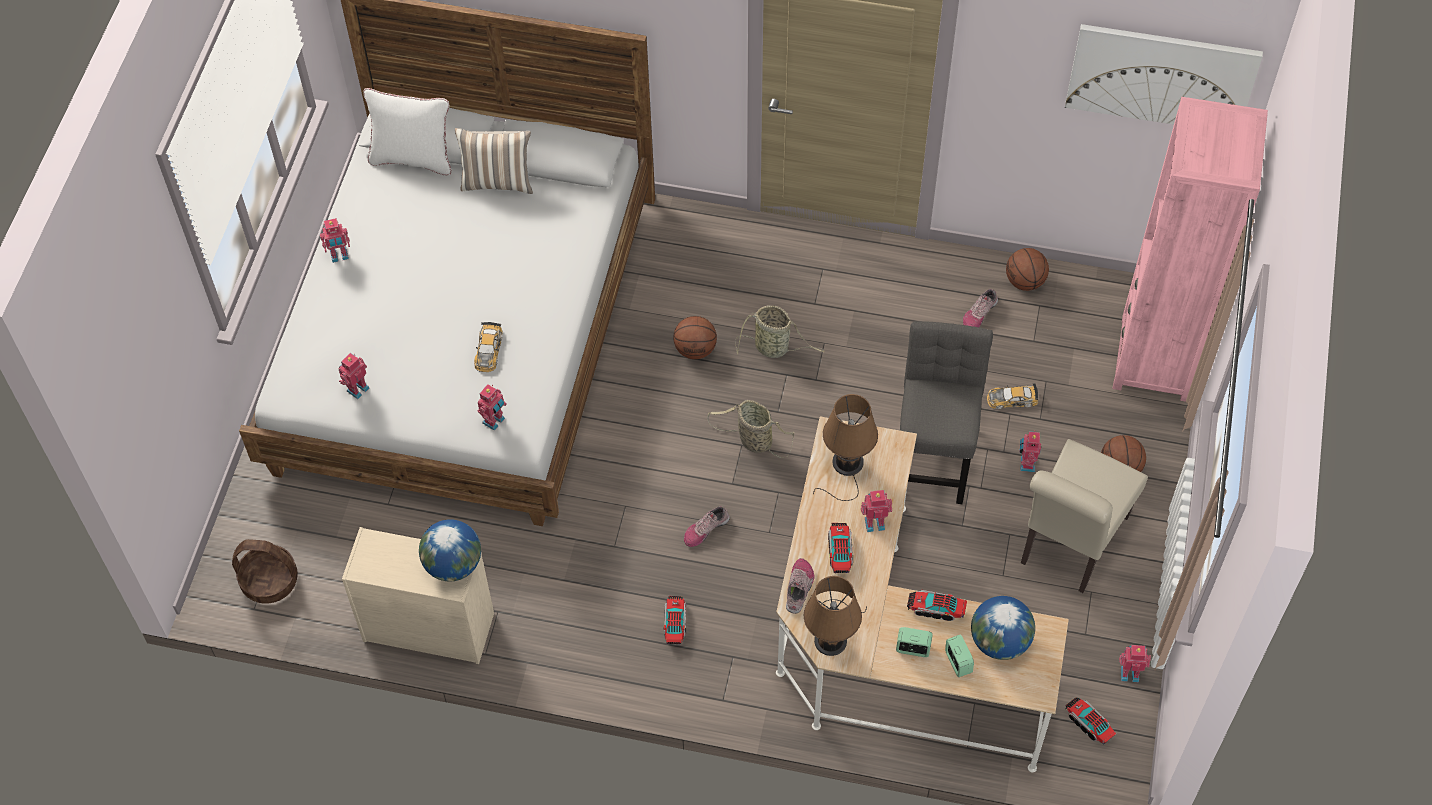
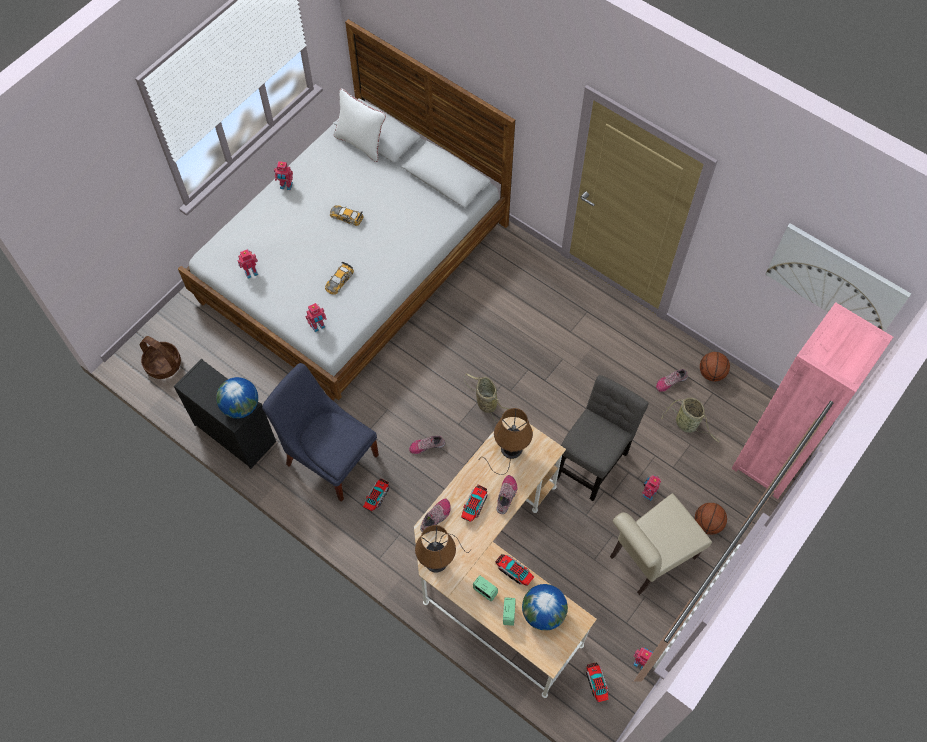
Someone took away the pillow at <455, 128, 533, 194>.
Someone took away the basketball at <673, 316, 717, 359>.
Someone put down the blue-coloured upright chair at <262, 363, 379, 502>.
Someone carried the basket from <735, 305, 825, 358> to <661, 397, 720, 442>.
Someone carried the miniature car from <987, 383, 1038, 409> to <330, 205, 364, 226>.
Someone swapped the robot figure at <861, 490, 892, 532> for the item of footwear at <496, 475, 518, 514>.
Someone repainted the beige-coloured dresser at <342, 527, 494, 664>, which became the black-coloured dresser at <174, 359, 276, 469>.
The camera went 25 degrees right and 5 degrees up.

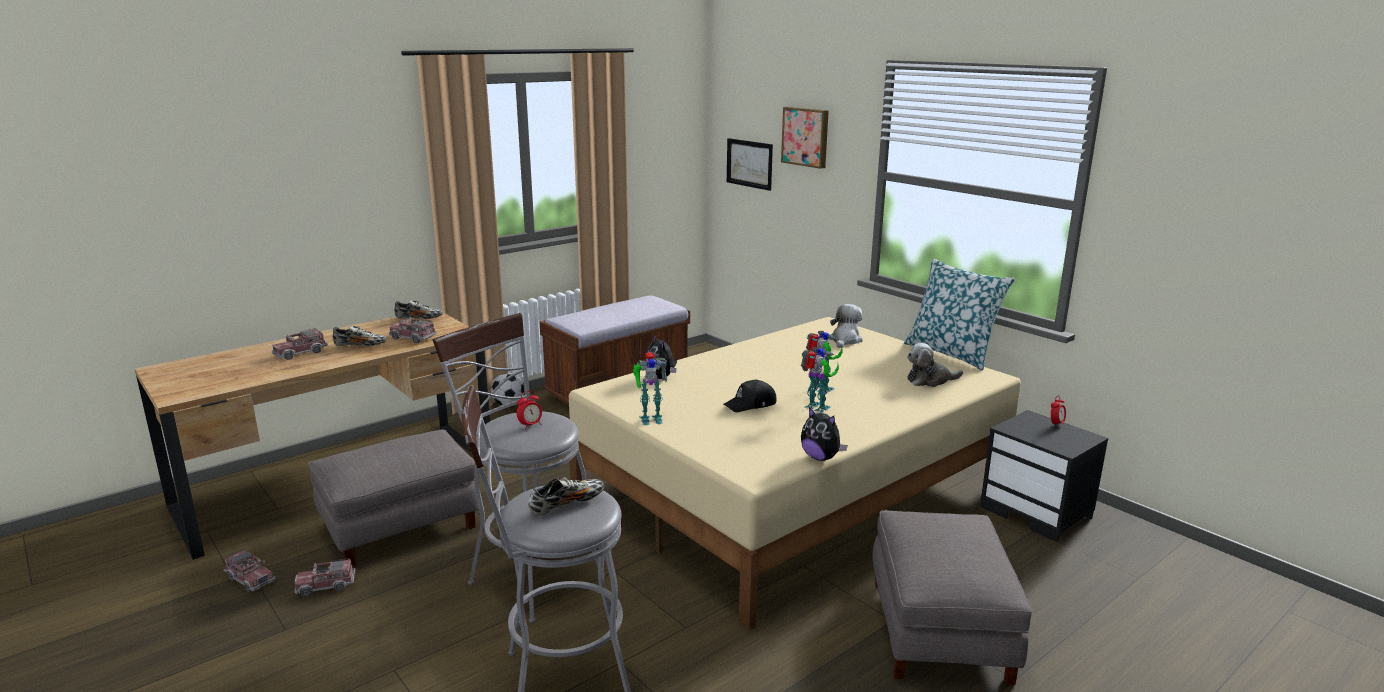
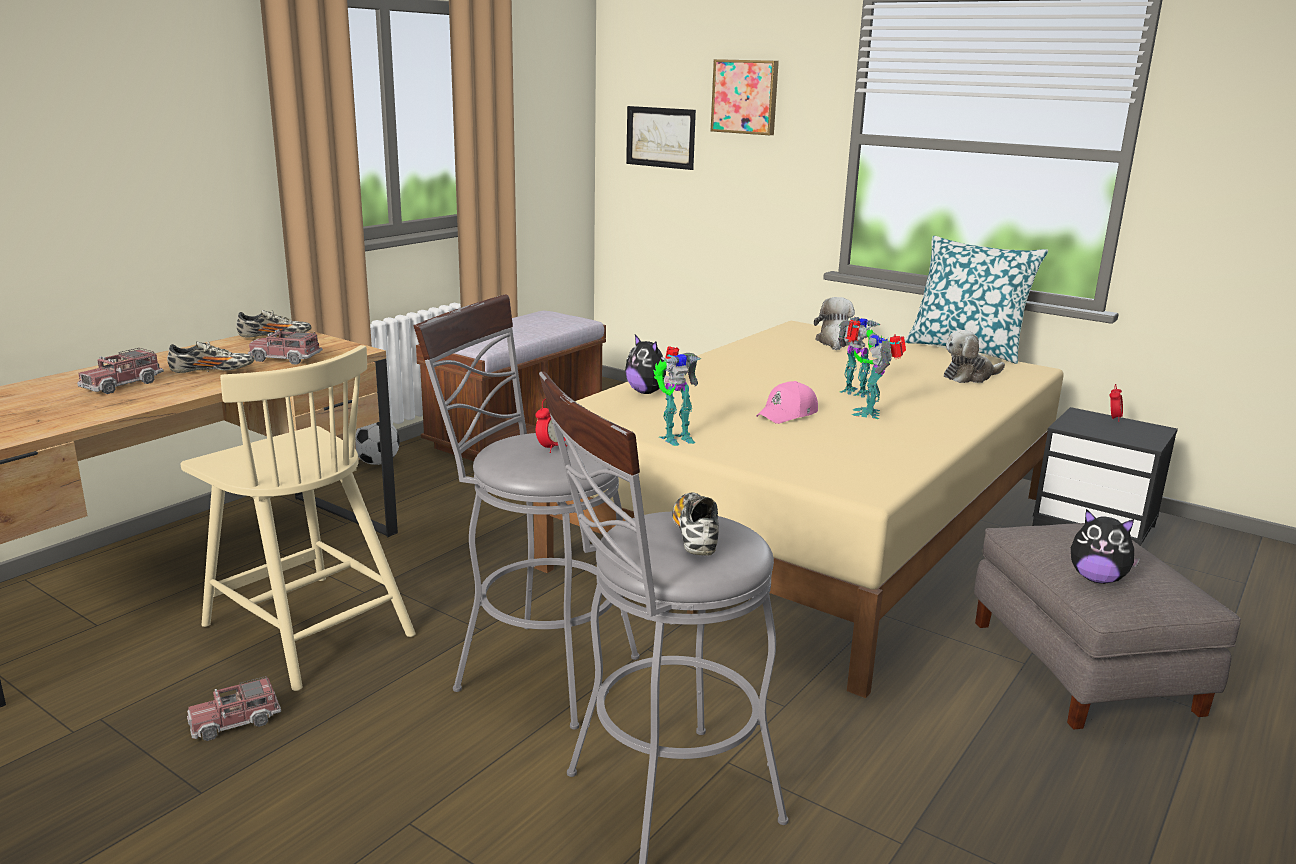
Someone took away the toy lorry at <223, 549, 276, 592>.
Someone carried the soft toy from <801, 407, 848, 461> to <1071, 509, 1141, 584>.
Someone swapped the gray ottoman at <308, 429, 479, 567> for the beige-coloured upright chair at <181, 345, 416, 691>.
Someone repainted the black-coloured baseball cap at <724, 380, 777, 412>, which became the pink-coloured baseball cap at <756, 381, 818, 424>.
Someone rotated the item of footwear at <528, 477, 604, 515> by 45 degrees counterclockwise.
Someone rotated the robot figure at <801, 347, 839, 413> by 105 degrees counterclockwise.
The camera went 15 degrees left and 0 degrees up.

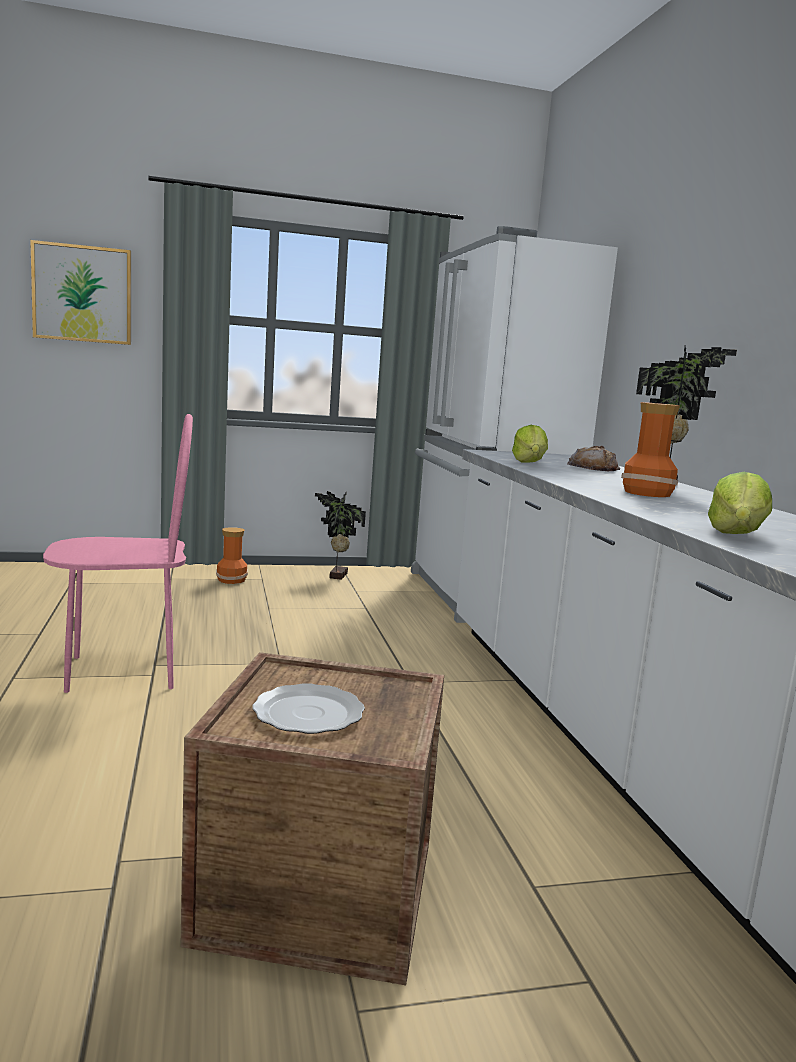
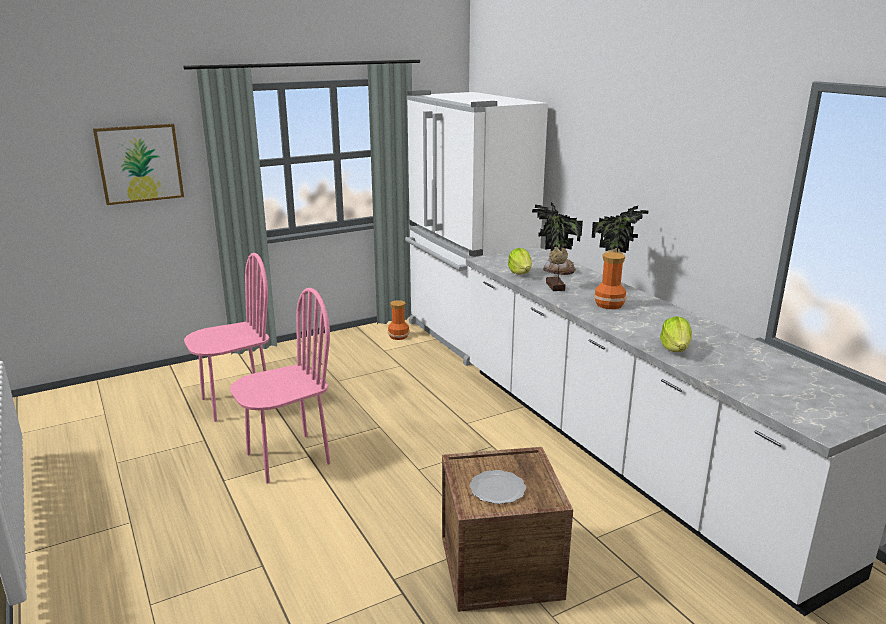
Someone put down the pink-coloured upright chair at <184, 253, 269, 422>.
Someone carried the decorative vase from <216, 527, 248, 584> to <388, 300, 410, 340>.
Someone carried the plant in a pot from <315, 491, 366, 580> to <532, 202, 583, 291>.
The camera went 15 degrees left and 10 degrees up.

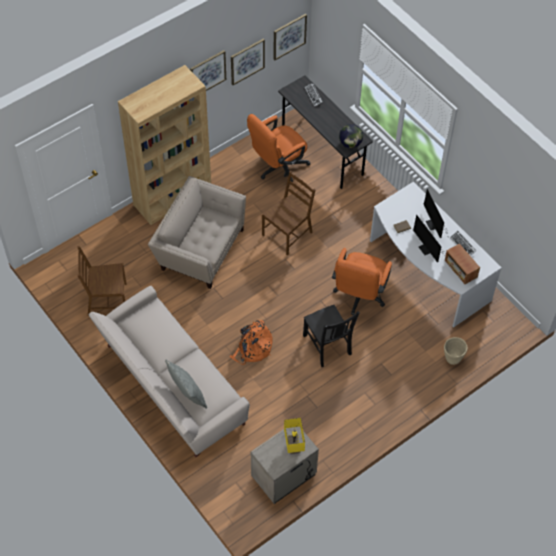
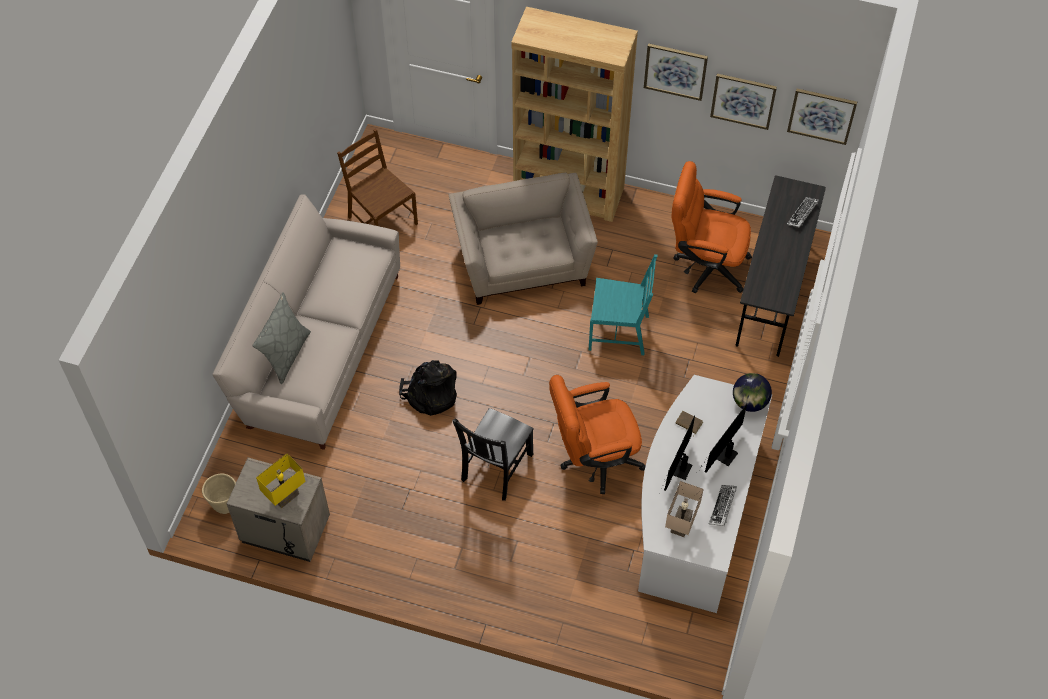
Someone carried the globe from <339, 124, 363, 148> to <733, 373, 772, 412>.
Someone carried the beige-coloured plant pot from <444, 337, 468, 365> to <202, 473, 236, 514>.
Someone swapped the radio receiver at <445, 243, 480, 284> for the beige-coloured tabletop lamp at <665, 481, 704, 537>.
Someone repainted the orange-coloured rucksack at <229, 320, 273, 365>, which became the black-coloured rucksack at <399, 360, 457, 416>.
Someone repainted the brown-coloured upright chair at <262, 171, 315, 256>, which became the turquoise-coloured upright chair at <589, 254, 658, 355>.
The camera went 55 degrees right and 0 degrees up.

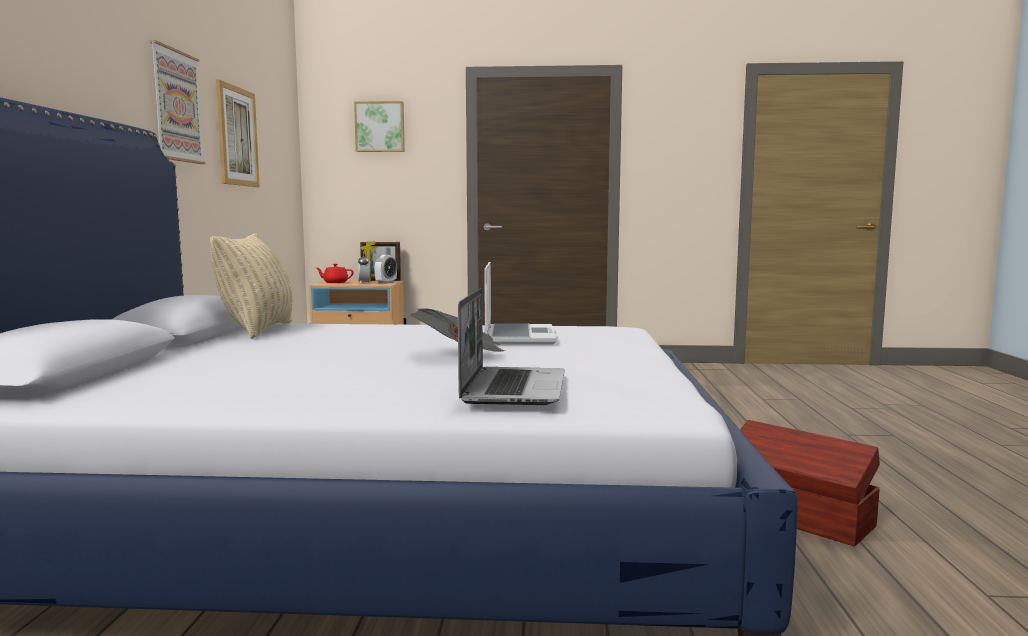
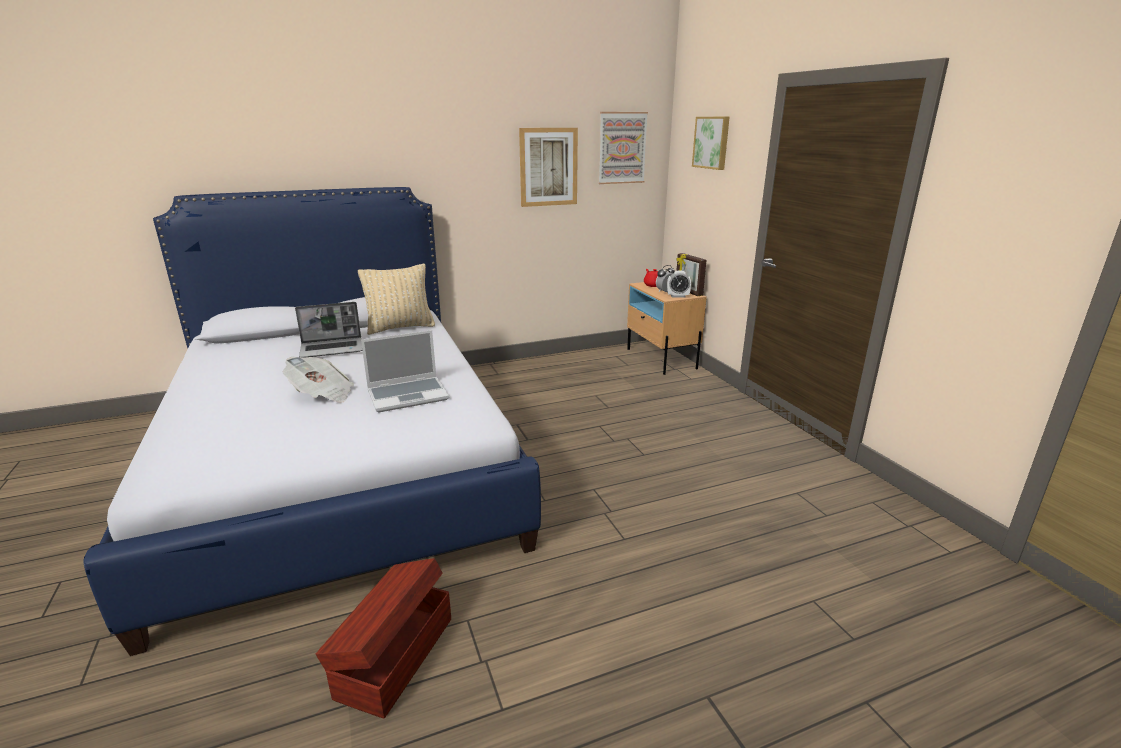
Someone carried the picture from <150, 40, 206, 164> to <599, 112, 648, 184>.
Someone carried the portable computer from <458, 288, 565, 405> to <295, 302, 362, 357>.
The camera went 65 degrees right and 15 degrees up.

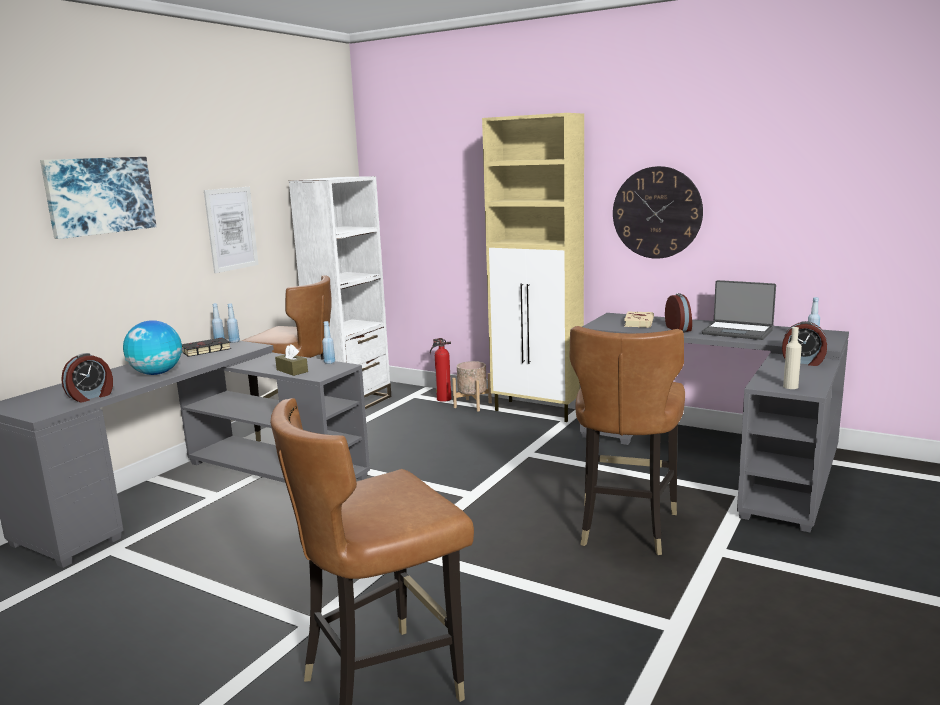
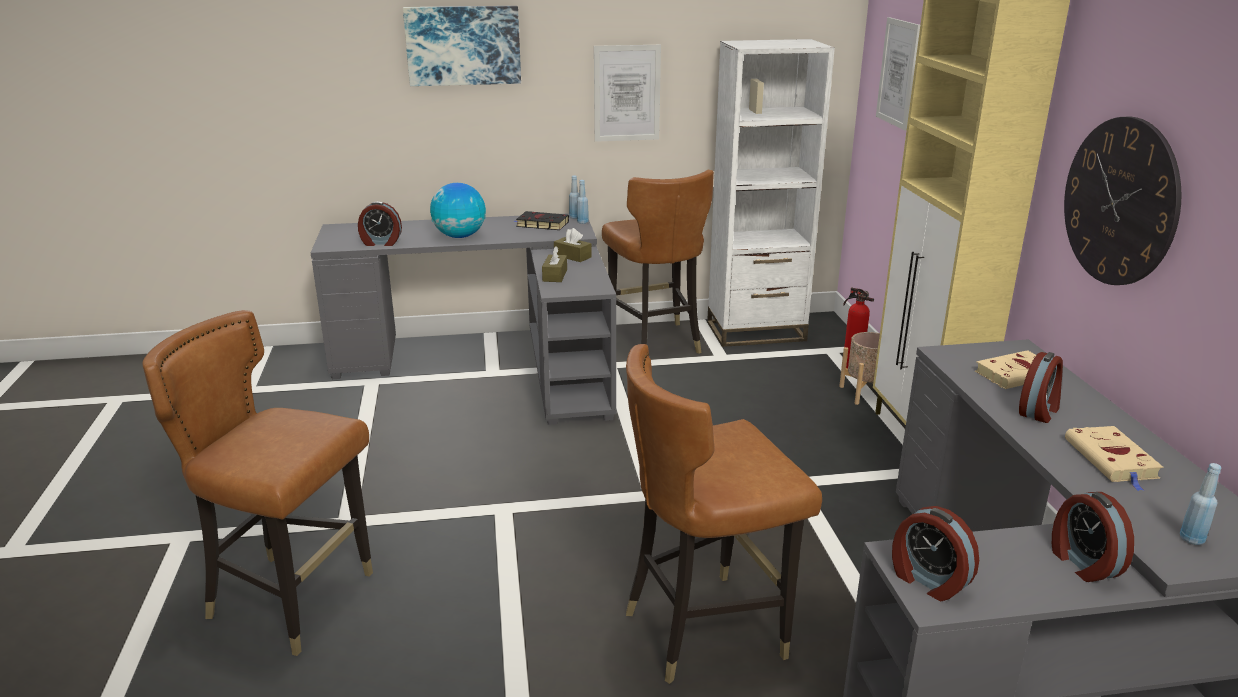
Someone took away the blue-coloured bottle at <322, 321, 335, 364>.
Someone put down the brown-coloured tissue holder at <554, 228, 592, 262>.
Someone put up the picture at <876, 17, 920, 131>.
Someone swapped the portable computer at <702, 280, 776, 340> for the beige-coloured volume at <1065, 426, 1163, 491>.
Someone swapped the beige-coloured bottle at <783, 327, 802, 389> for the alarm clock at <892, 506, 979, 601>.
The camera went 50 degrees right and 10 degrees up.

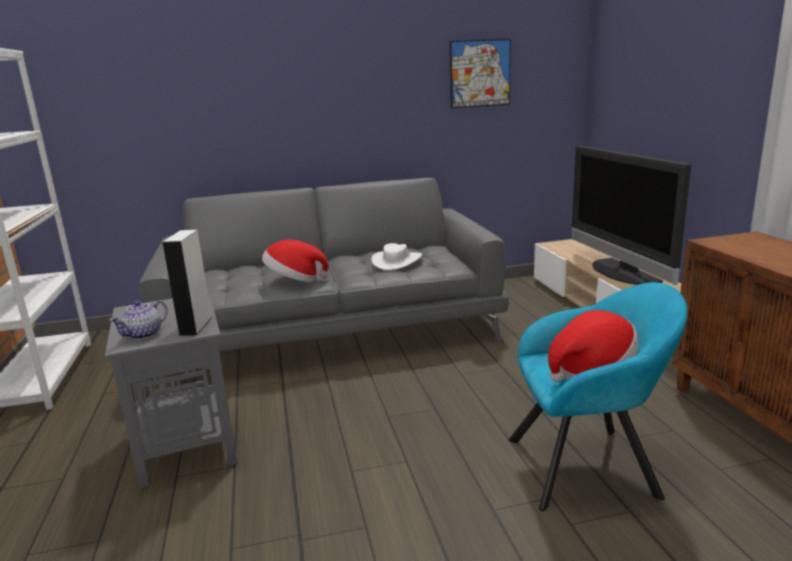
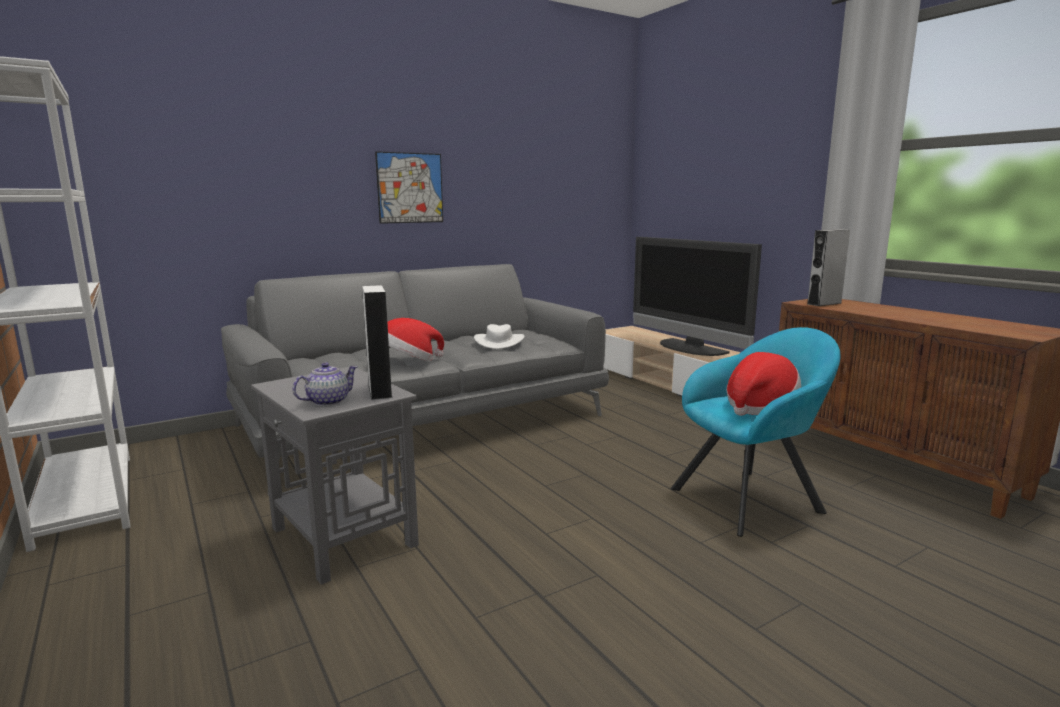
Someone put down the gray speaker at <807, 229, 850, 306>.
Someone carried the picture from <450, 39, 511, 108> to <375, 151, 443, 224>.
Someone rotated the tea pot at <109, 300, 168, 340> by 150 degrees counterclockwise.
The camera went 20 degrees left and 5 degrees down.

